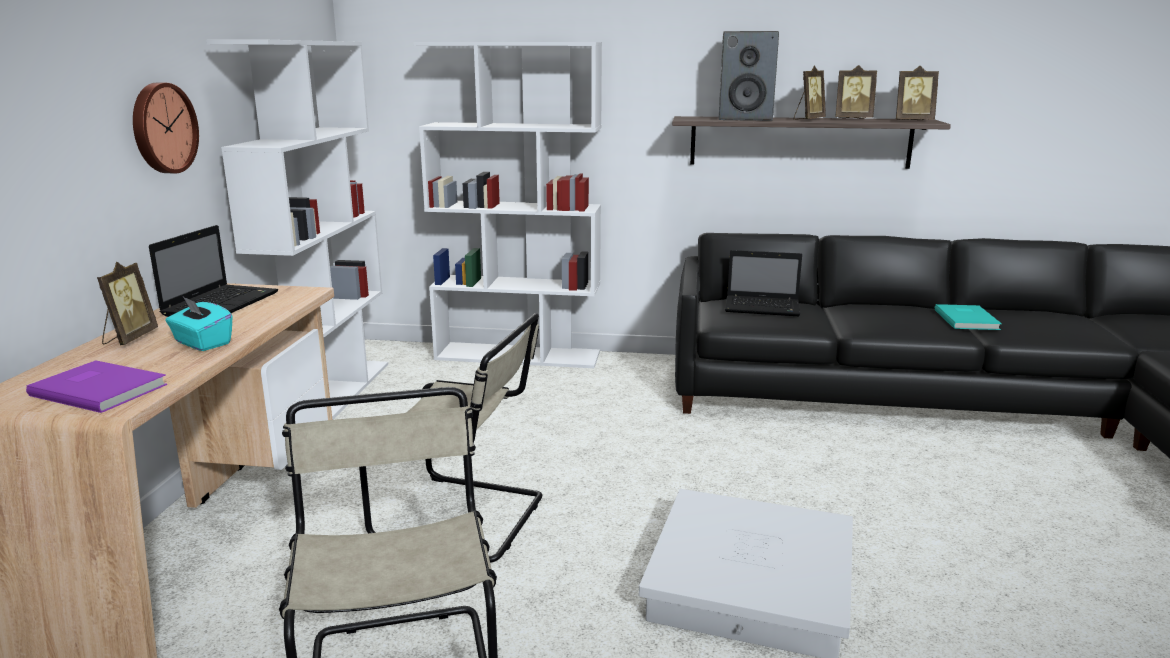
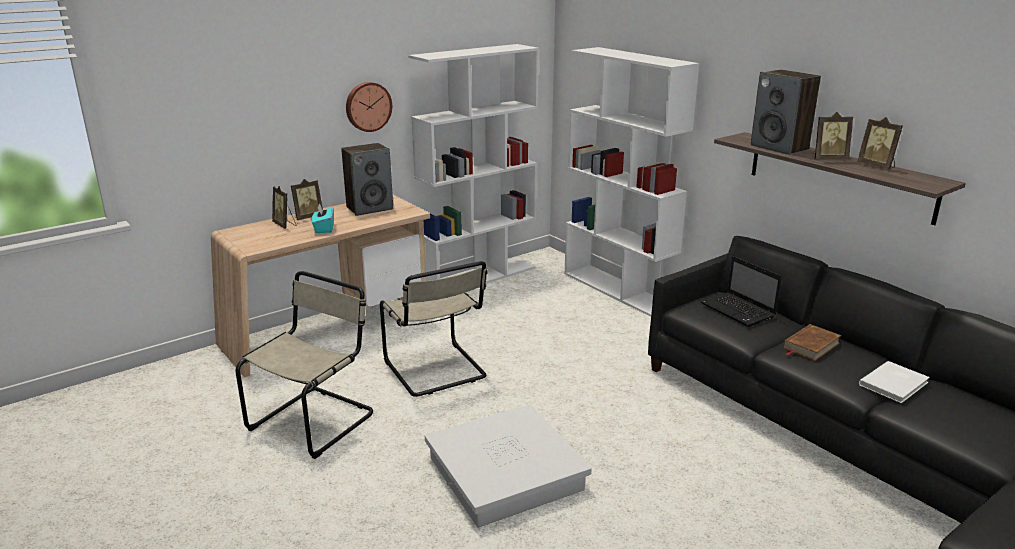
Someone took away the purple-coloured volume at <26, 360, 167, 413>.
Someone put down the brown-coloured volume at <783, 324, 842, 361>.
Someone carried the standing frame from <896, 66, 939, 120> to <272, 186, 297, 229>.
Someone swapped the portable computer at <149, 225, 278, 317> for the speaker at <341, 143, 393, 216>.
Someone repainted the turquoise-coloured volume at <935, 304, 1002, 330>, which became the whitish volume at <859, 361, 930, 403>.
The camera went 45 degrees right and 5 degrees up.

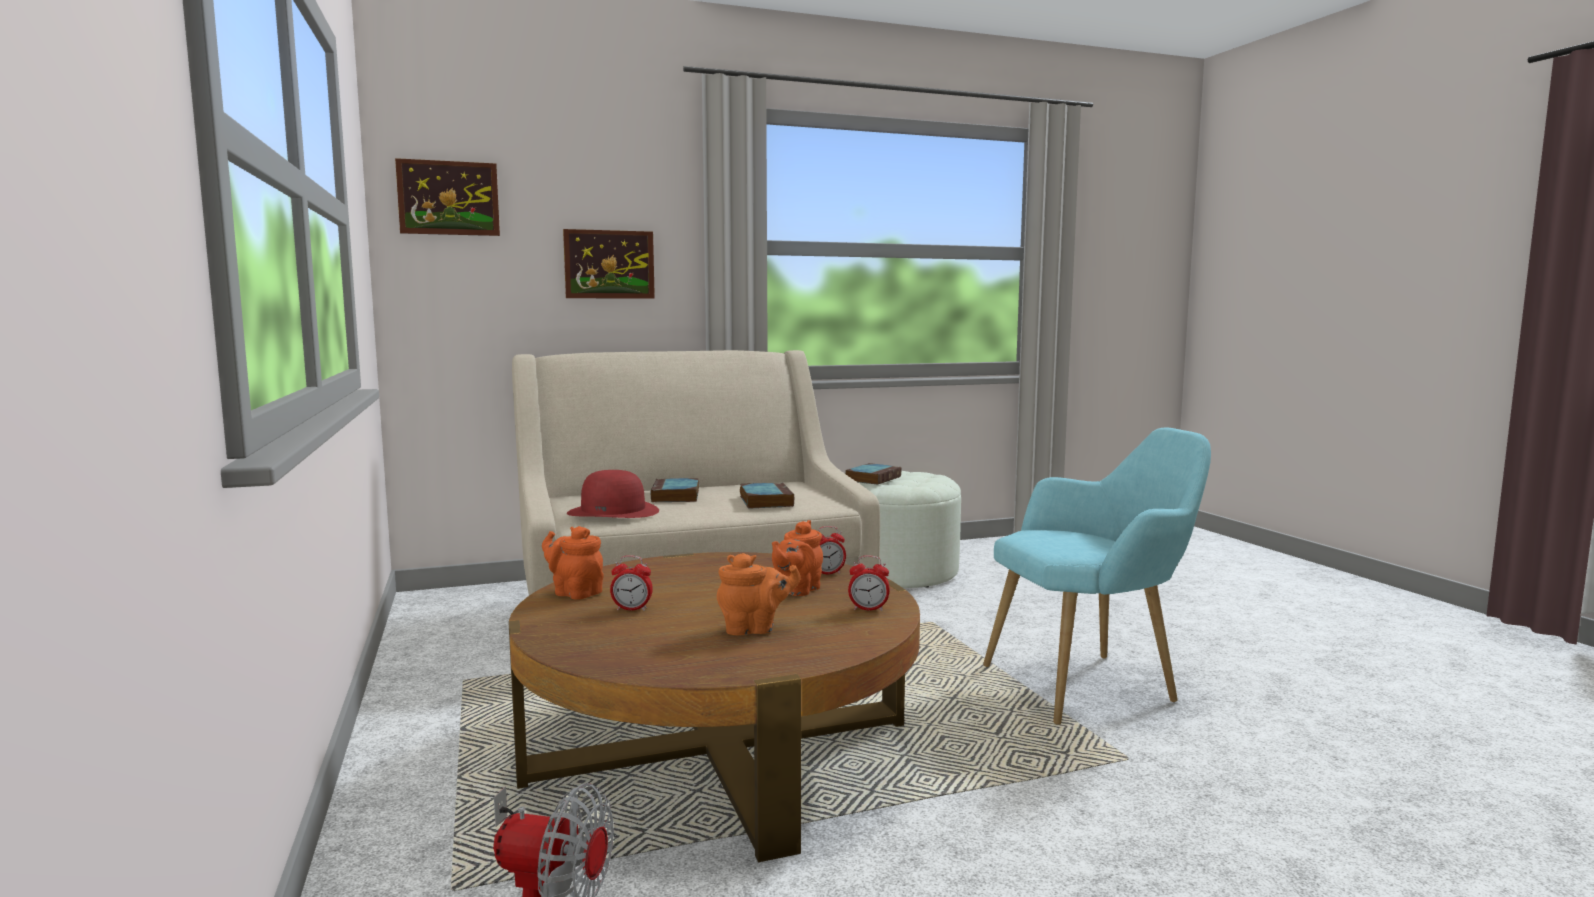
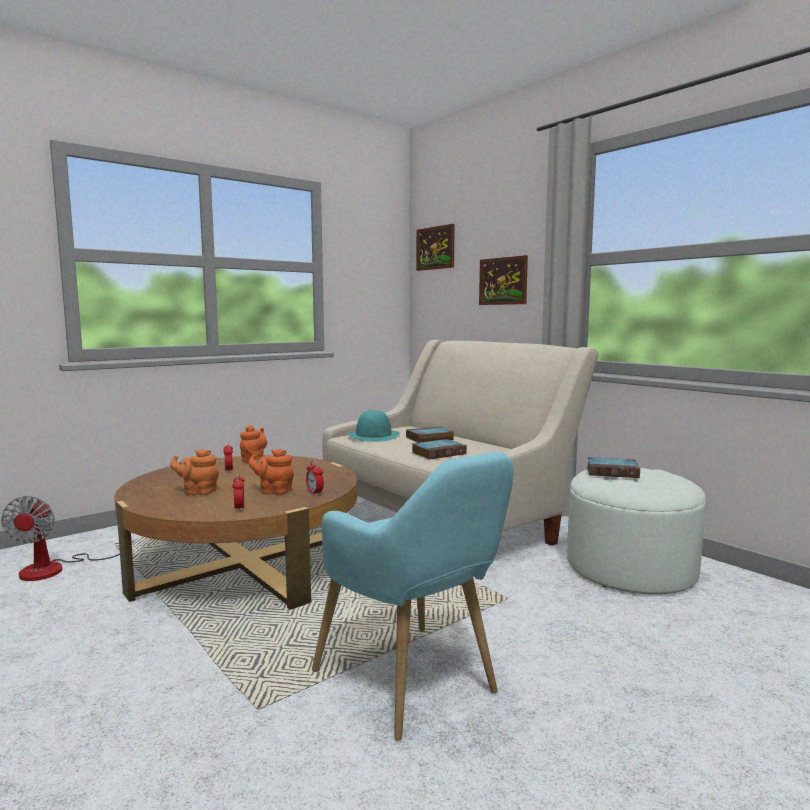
Someone repainted the reddish wearable hat at <567, 470, 659, 518>, which became the turquoise-coloured wearable hat at <348, 410, 400, 442>.
Someone rotated the orange-coloured tea pot at <717, 553, 801, 635> by 120 degrees clockwise.
The camera went 70 degrees right and 0 degrees up.

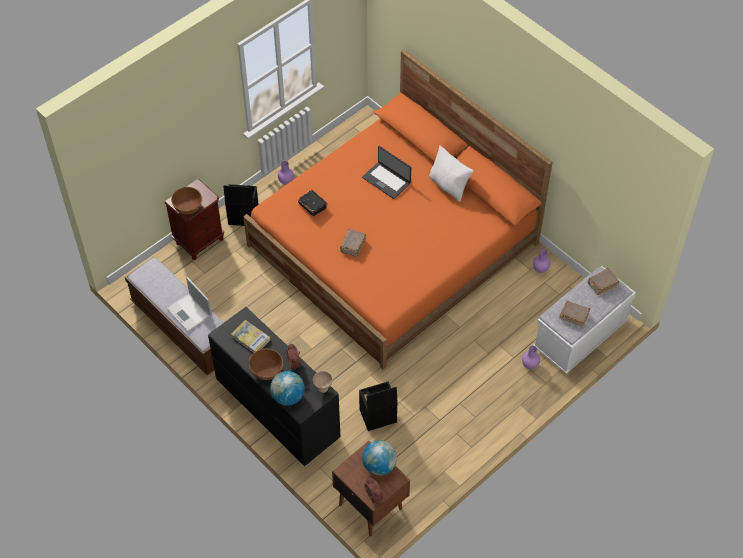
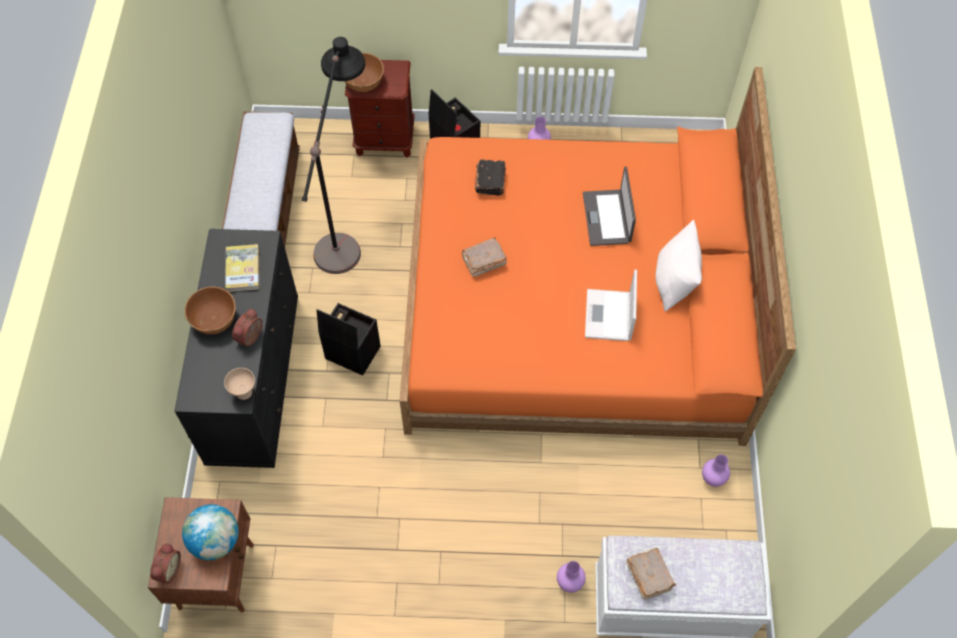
Someone took away the globe at <270, 371, 305, 406>.
Someone took away the brown-coloured volume at <588, 268, 619, 295>.
Someone put down the black-coloured floor lamp at <302, 37, 365, 274>.
Someone carried the portable computer from <167, 277, 212, 332> to <585, 269, 637, 341>.
Someone carried the black-coloured storage container from <359, 381, 398, 431> to <316, 303, 381, 376>.
The camera went 45 degrees right and 5 degrees up.

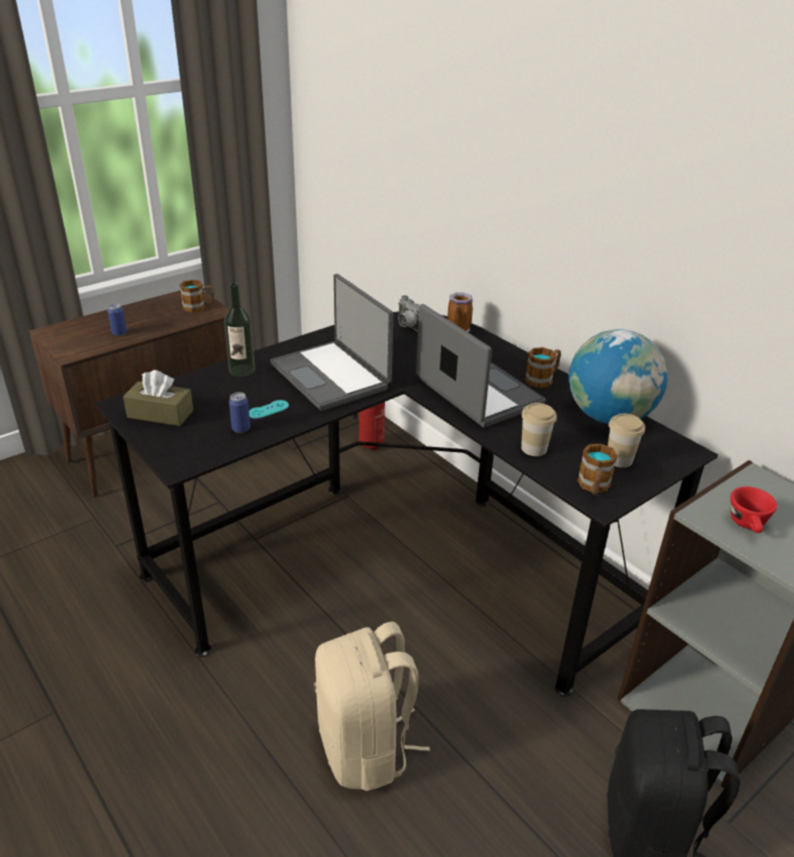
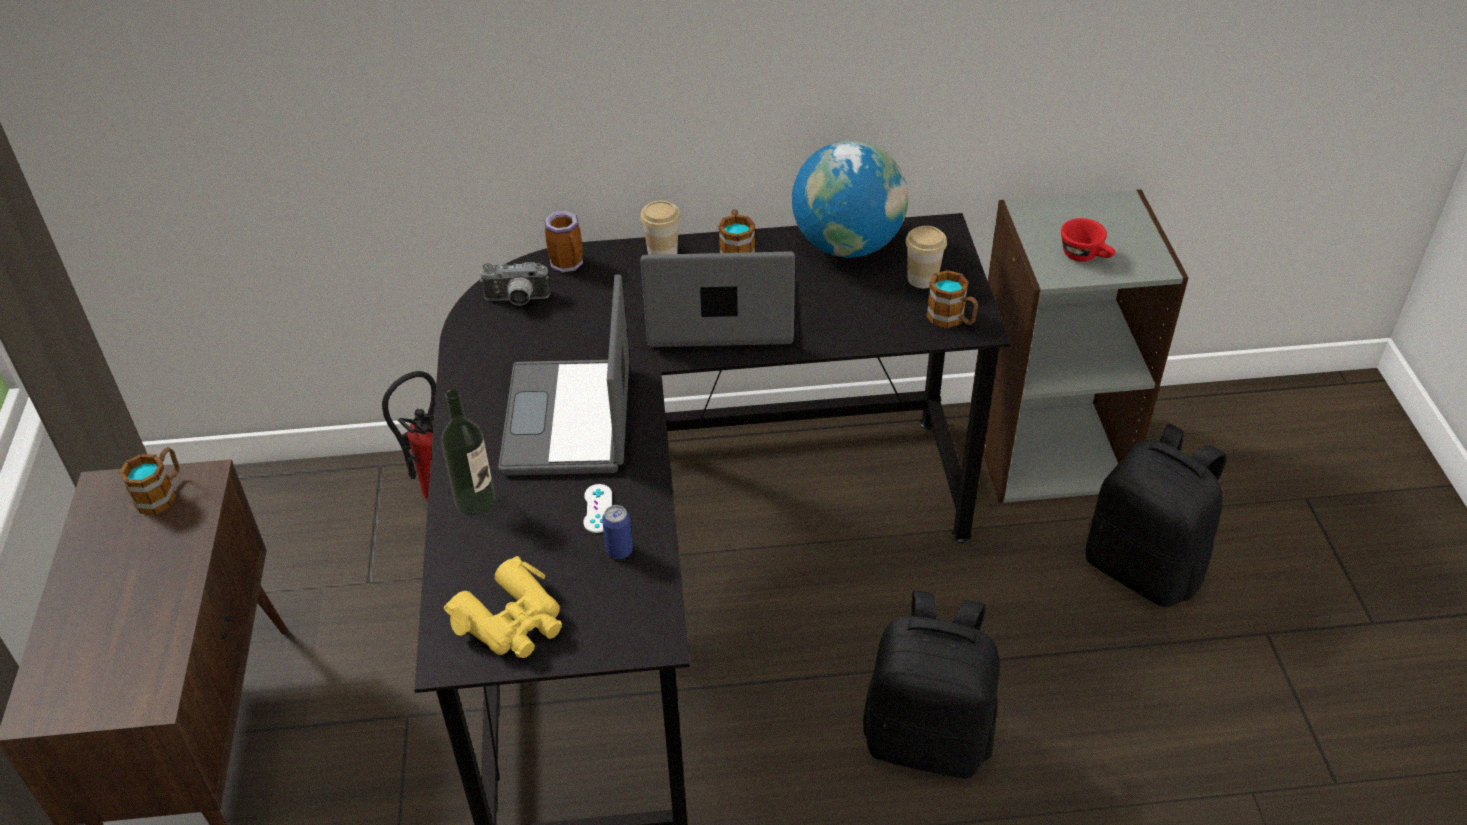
Someone took away the metal can at <108, 304, 127, 336>.
Someone carried the drinking cup from <521, 403, 557, 456> to <640, 201, 680, 255>.
Someone swapped the brown-coloured tissue holder at <123, 370, 193, 426> for the yellow-coloured field glasses at <444, 556, 562, 658>.
Someone repainted the turquoise-coloured gamepad at <249, 400, 289, 419>, which became the whitish gamepad at <583, 484, 612, 533>.
Someone repainted the beige-coloured rucksack at <314, 622, 430, 791>, which became the black-coloured rucksack at <863, 590, 1000, 779>.
Someone rotated the portable computer at <270, 274, 393, 411> by 90 degrees clockwise.
The camera went 55 degrees left and 10 degrees up.

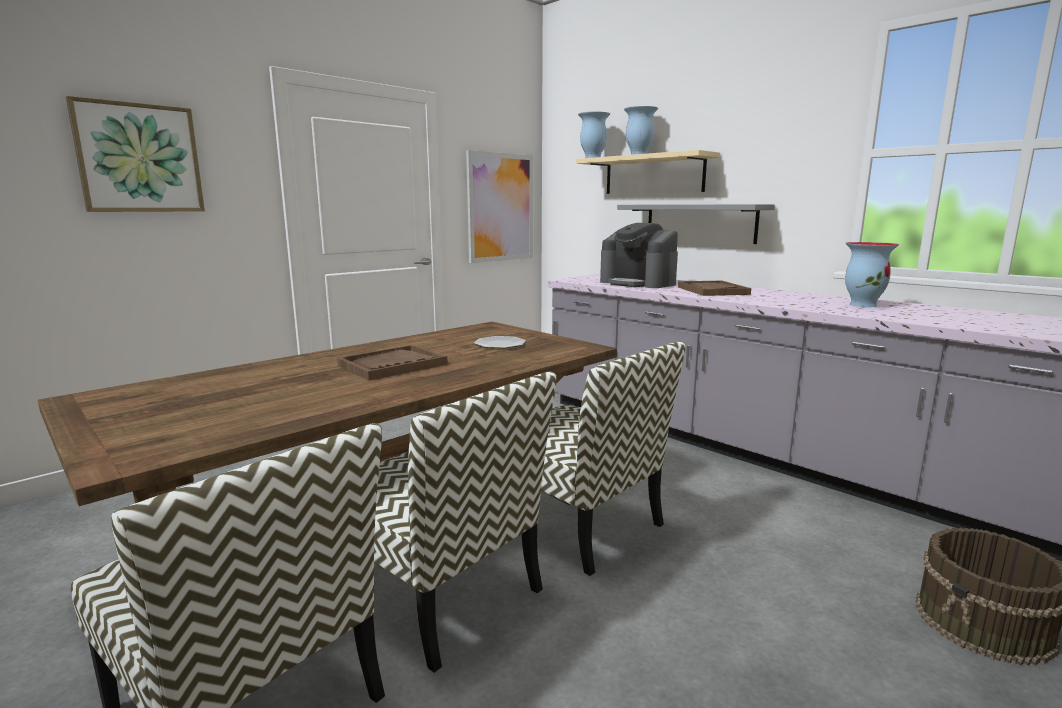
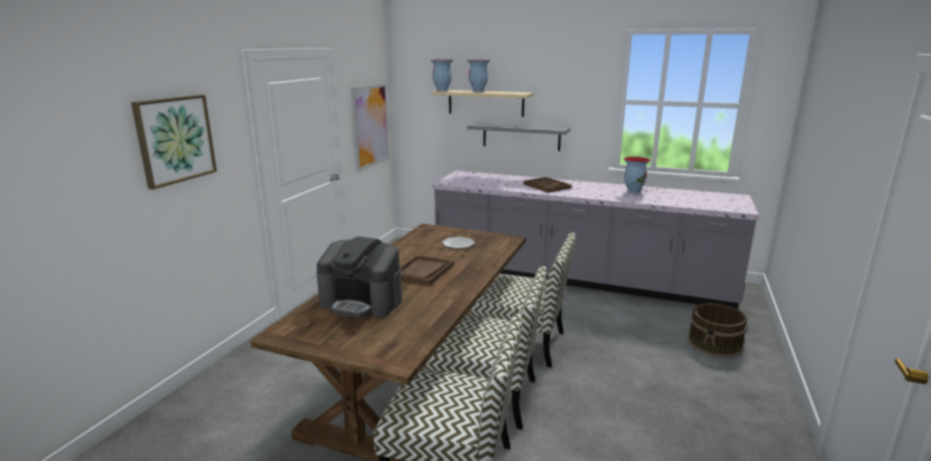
Someone carried the coffee machine from <600, 223, 678, 288> to <317, 236, 402, 318>.
The camera went 25 degrees left and 5 degrees up.

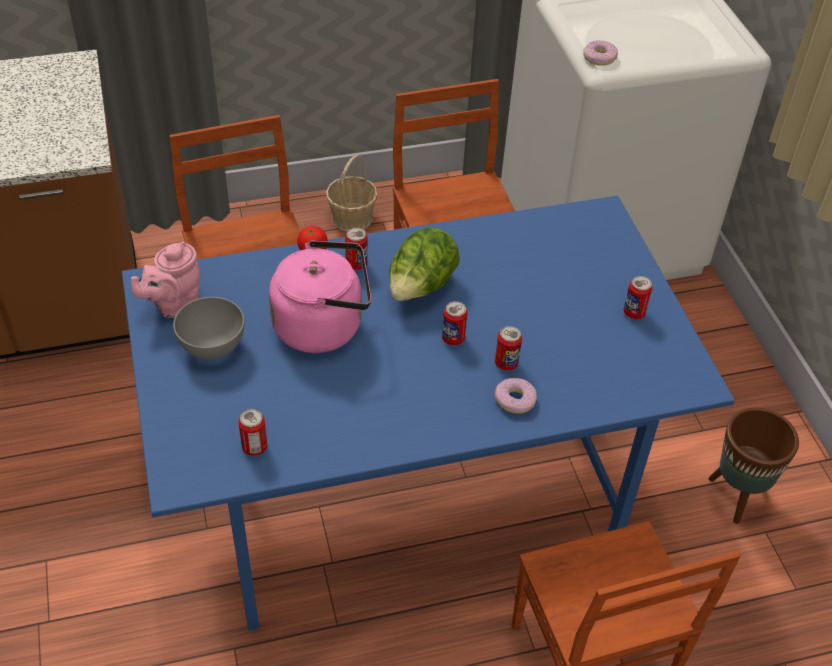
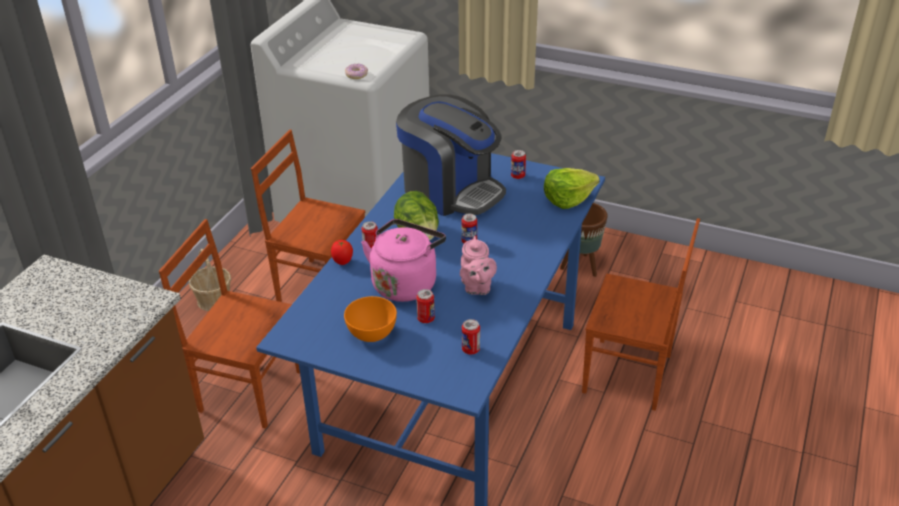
Someone took away the doughnut at <494, 378, 537, 414>.
Someone put down the coffee machine at <396, 94, 506, 216>.
Someone put down the head of lettuce at <544, 168, 600, 209>.
Someone carried the pink-coloured tea pot from <131, 242, 200, 318> to <460, 236, 497, 295>.
Someone carried the metal can from <495, 326, 522, 371> to <416, 289, 435, 323>.
Someone repainted the gray serving bowl at <173, 297, 244, 360>, which became the orange-coloured serving bowl at <344, 296, 397, 342>.
The camera went 50 degrees left and 10 degrees down.

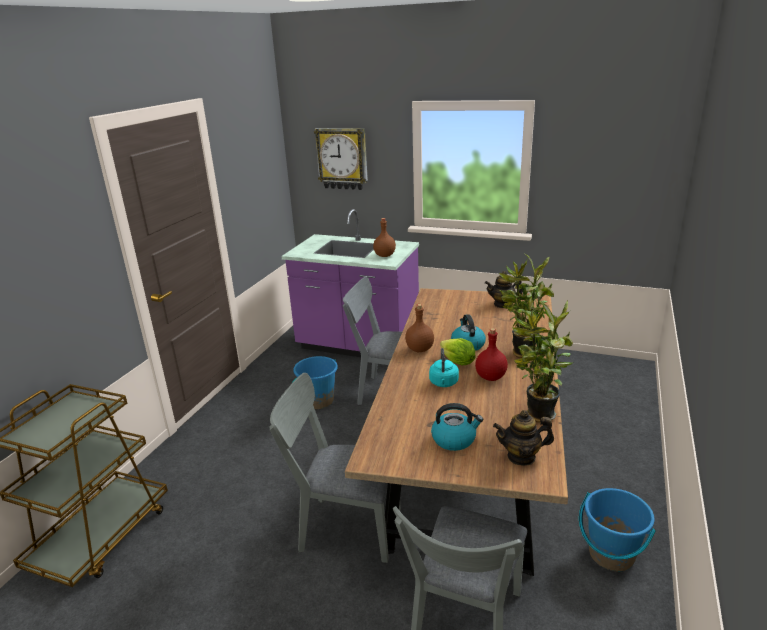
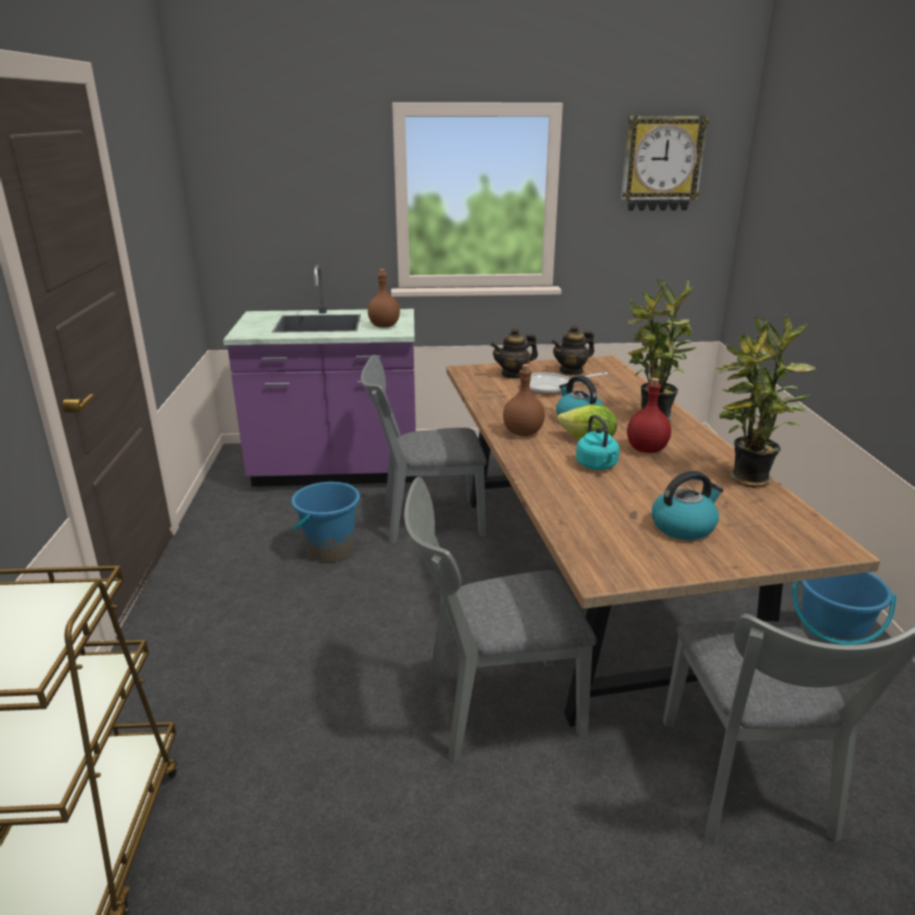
Someone put down the skillet at <530, 372, 608, 395>.
Someone carried the wall clock from <314, 128, 368, 190> to <621, 116, 709, 211>.
Someone carried the tea pot from <493, 410, 554, 466> to <490, 327, 538, 379>.
The camera went 25 degrees left and 0 degrees up.

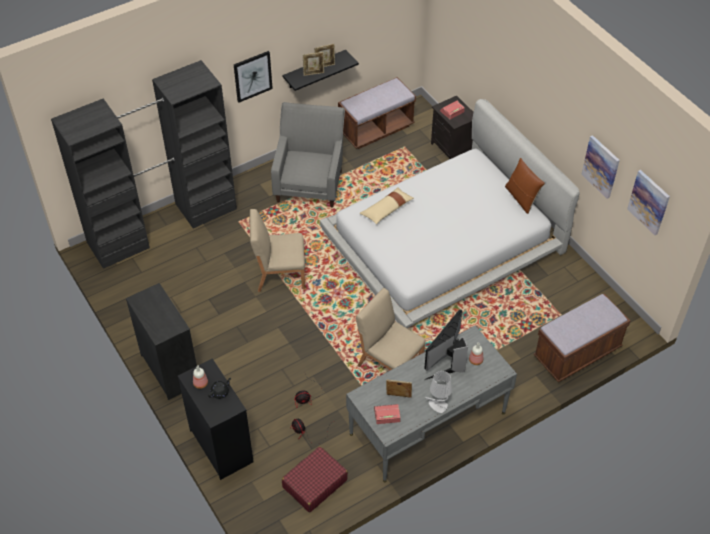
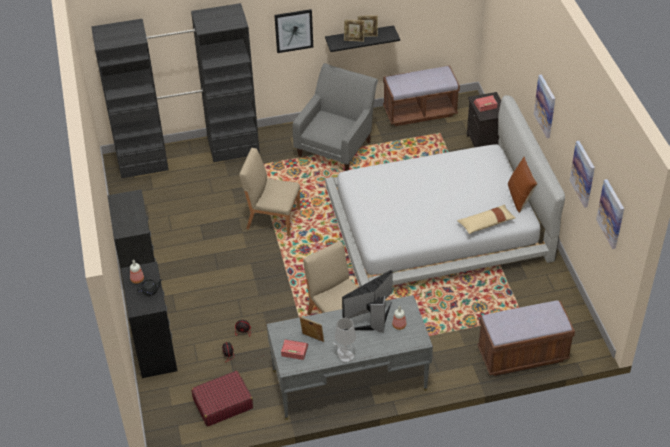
Someone put up the picture at <534, 74, 555, 138>.
Someone carried the beige-coloured pillow from <359, 187, 414, 224> to <457, 205, 516, 234>.
The camera went 20 degrees right and 5 degrees down.

